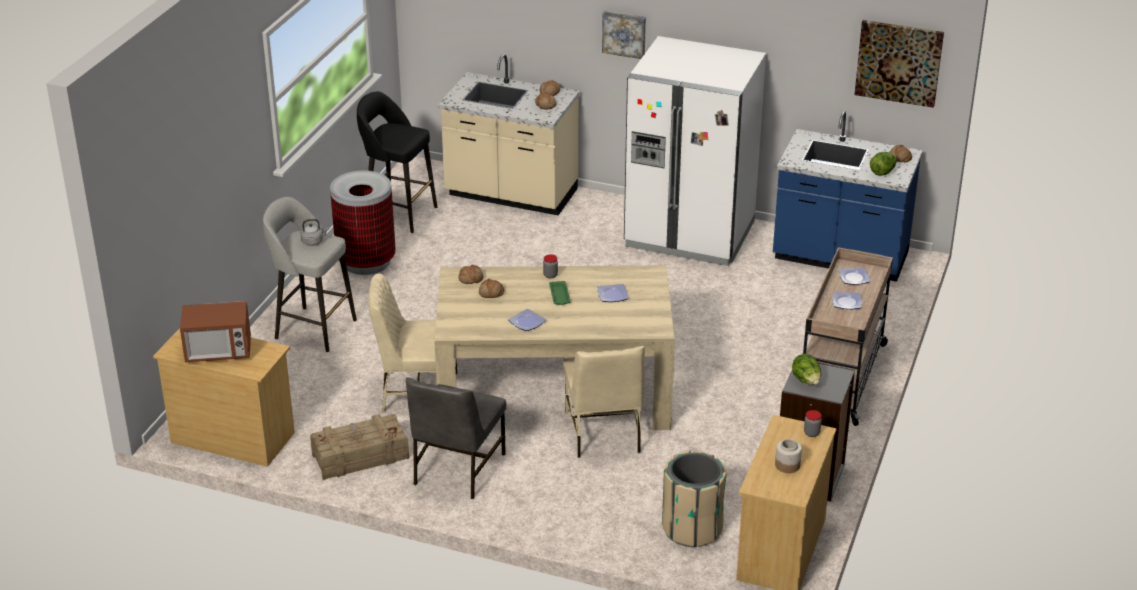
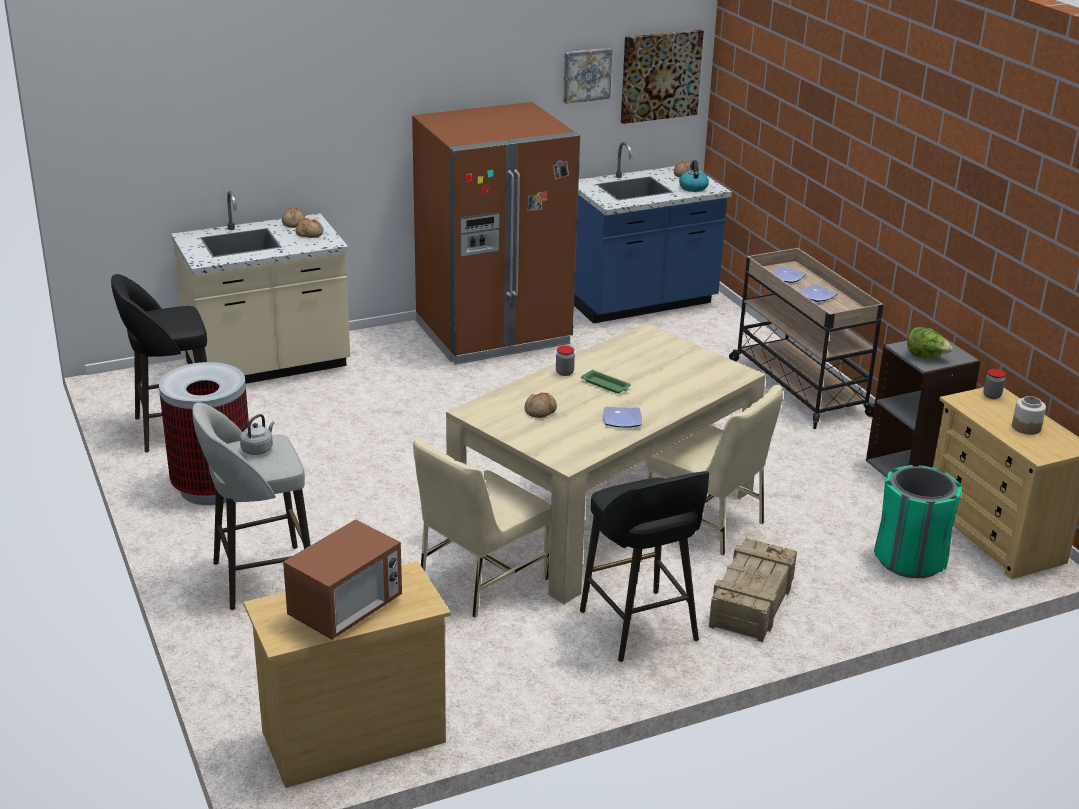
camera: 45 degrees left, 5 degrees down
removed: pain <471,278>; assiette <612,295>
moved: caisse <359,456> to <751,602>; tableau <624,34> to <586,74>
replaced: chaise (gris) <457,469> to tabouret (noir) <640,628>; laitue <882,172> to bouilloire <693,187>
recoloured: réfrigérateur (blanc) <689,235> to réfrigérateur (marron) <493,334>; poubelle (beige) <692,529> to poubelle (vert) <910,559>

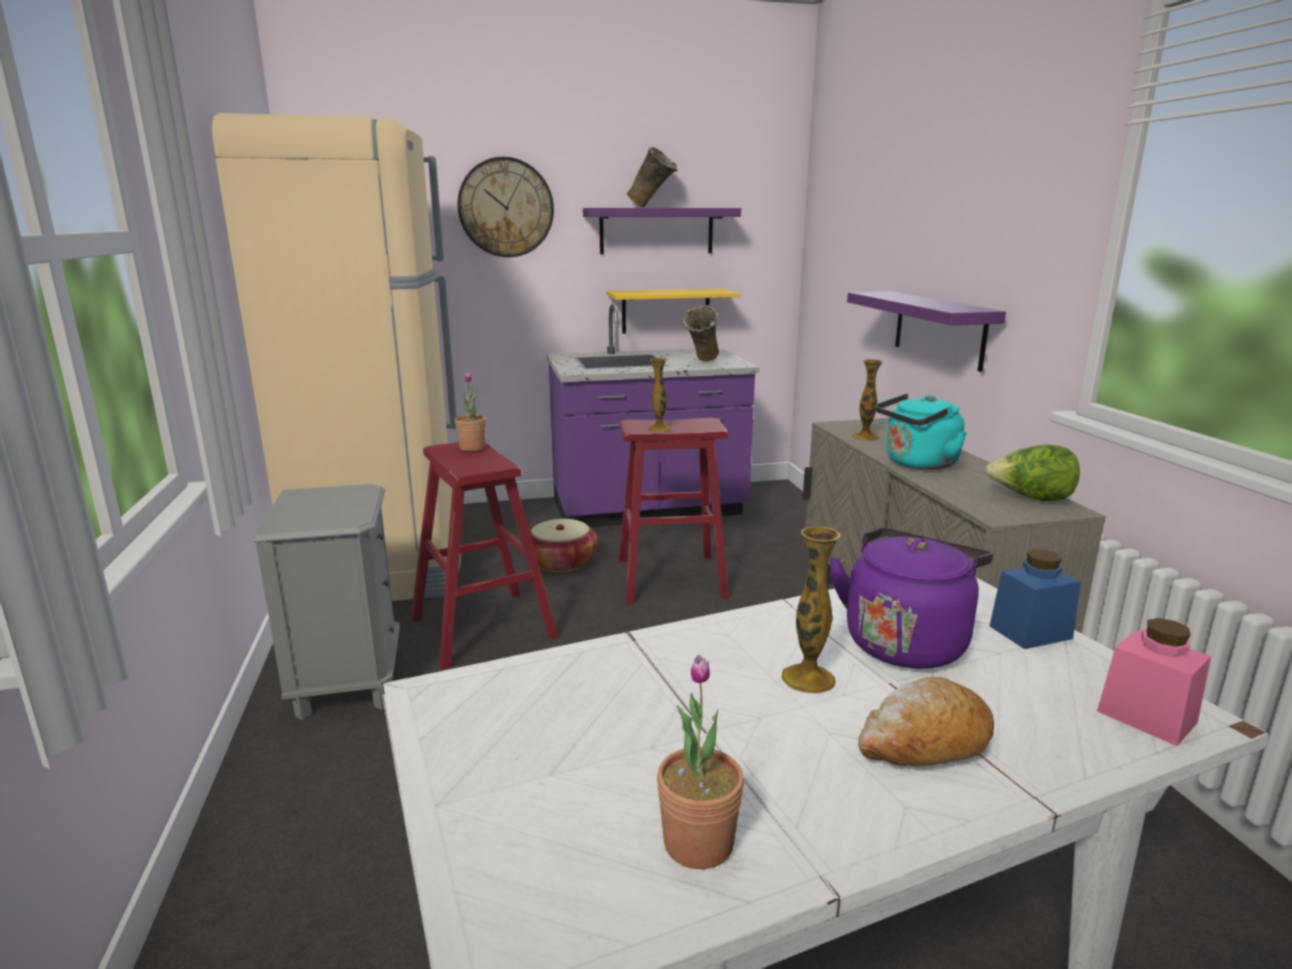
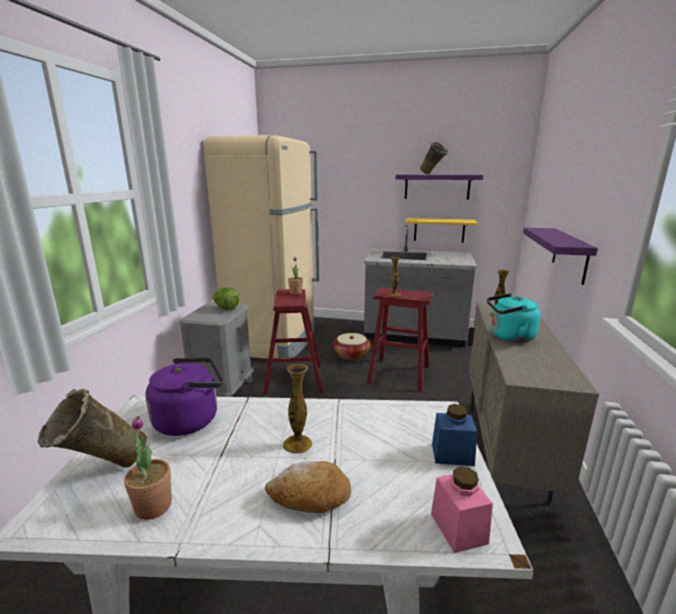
camera: 25 degrees right, 0 degrees up
removed: horloge murale <506,208>
moved: vase (beige) <702,363> to <102,473>; bouilloire (violet) <906,642> to <190,419>; laitue <1030,499> to <225,308>
recoloured: comptoir de cuisine (violet) <648,509> to comptoir de cuisine (gris) <414,335>

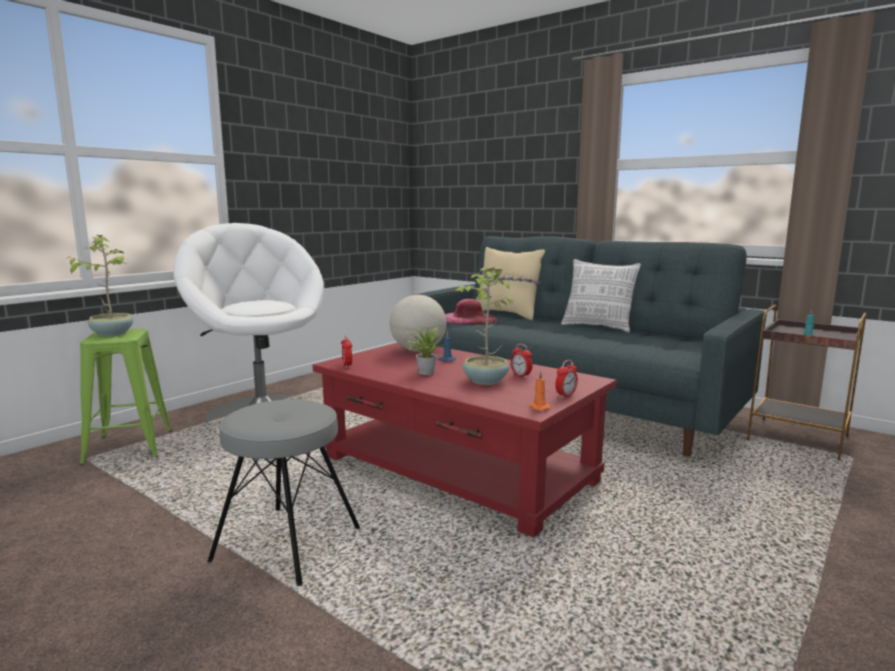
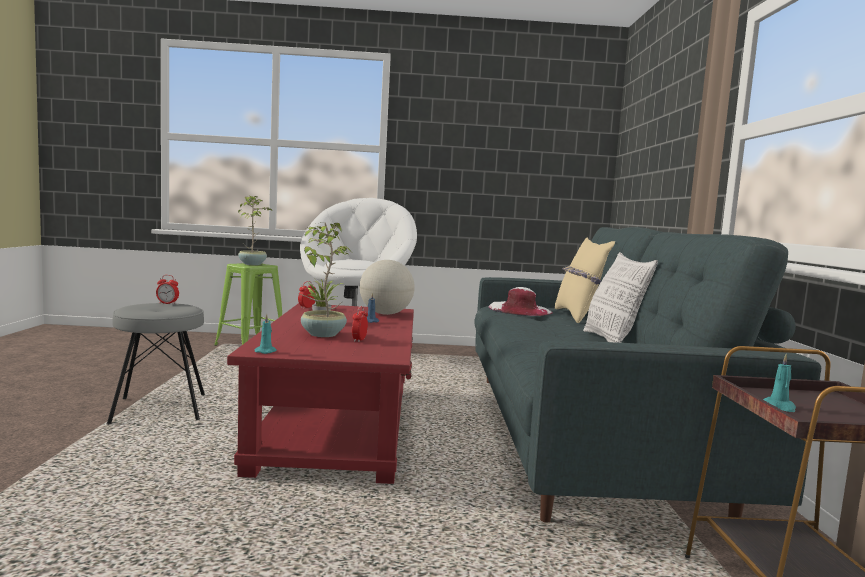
camera: 50 degrees right, 5 degrees down
moved: réveil <565,395> to <167,303>
recoloured: chapeau (rose) <468,319> to chapeau (blanc) <520,309>; bougie (orange) <538,407> to bougie (turquoise) <266,351>

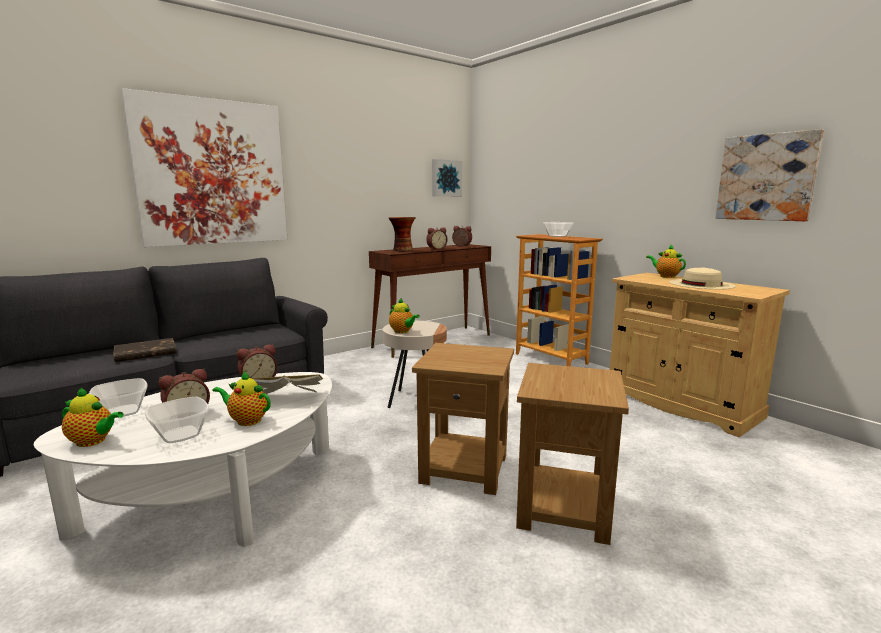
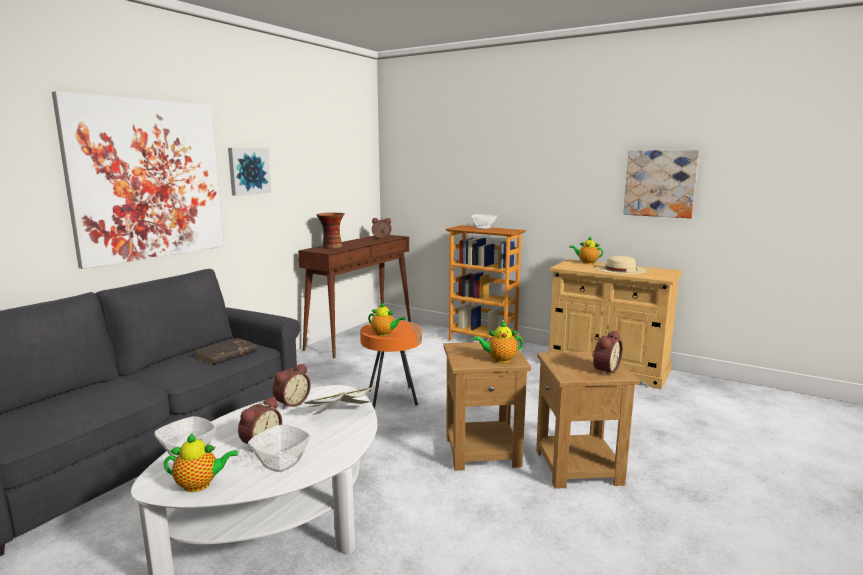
camera: 20 degrees left, 0 degrees up
moved: livre (marron) <145,353> to <226,355>; théière <246,420> to <499,360>; réveil <436,249> to <604,370>; tableau <446,178> to <248,171>
recoloured: table d'appoint (beige) <415,400> to table d'appoint (orange) <392,398>

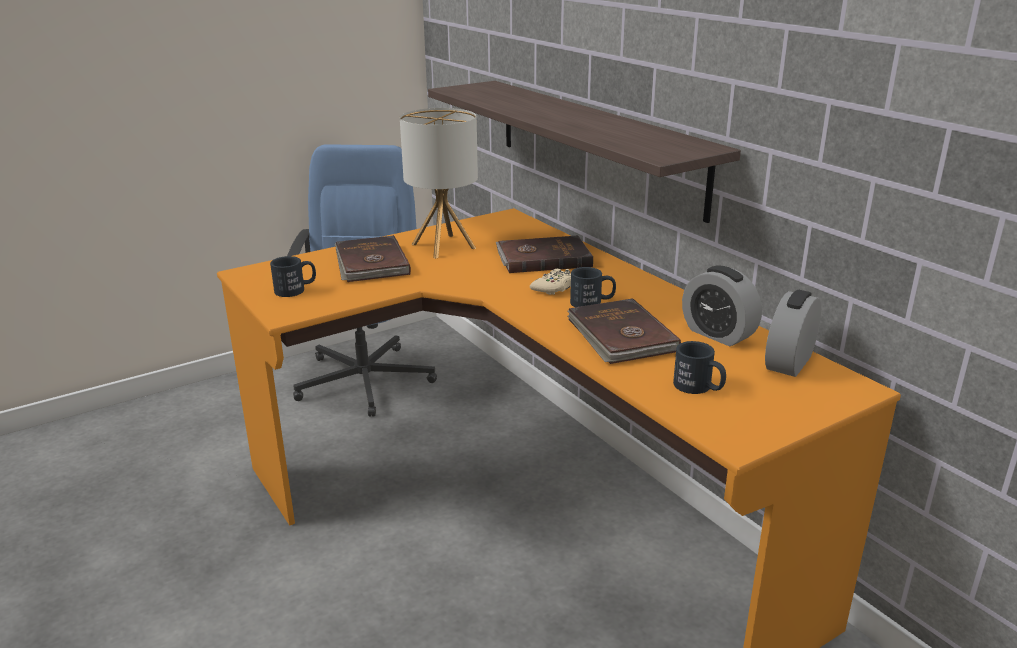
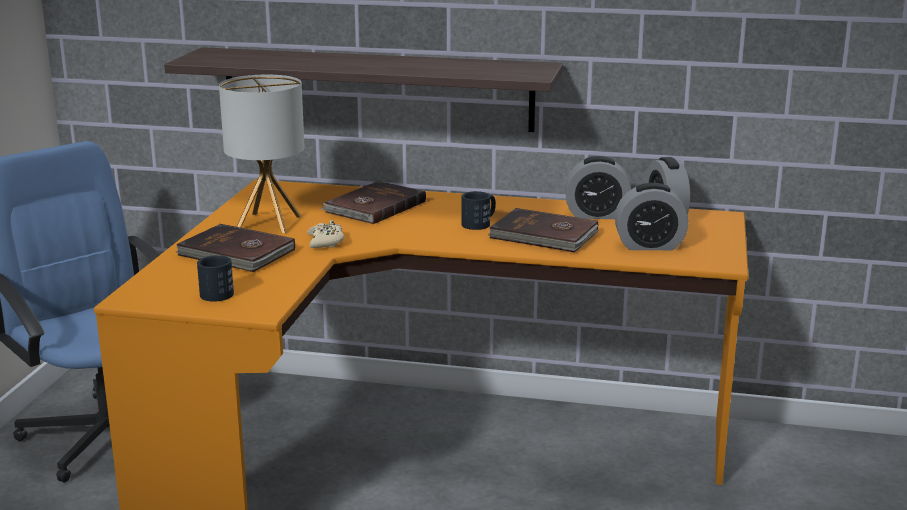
camera: 45 degrees left, 5 degrees down
moved: manette (beige) <554,288> to <326,242>
replaced: mug (noir) <699,387> to réveil <649,245>

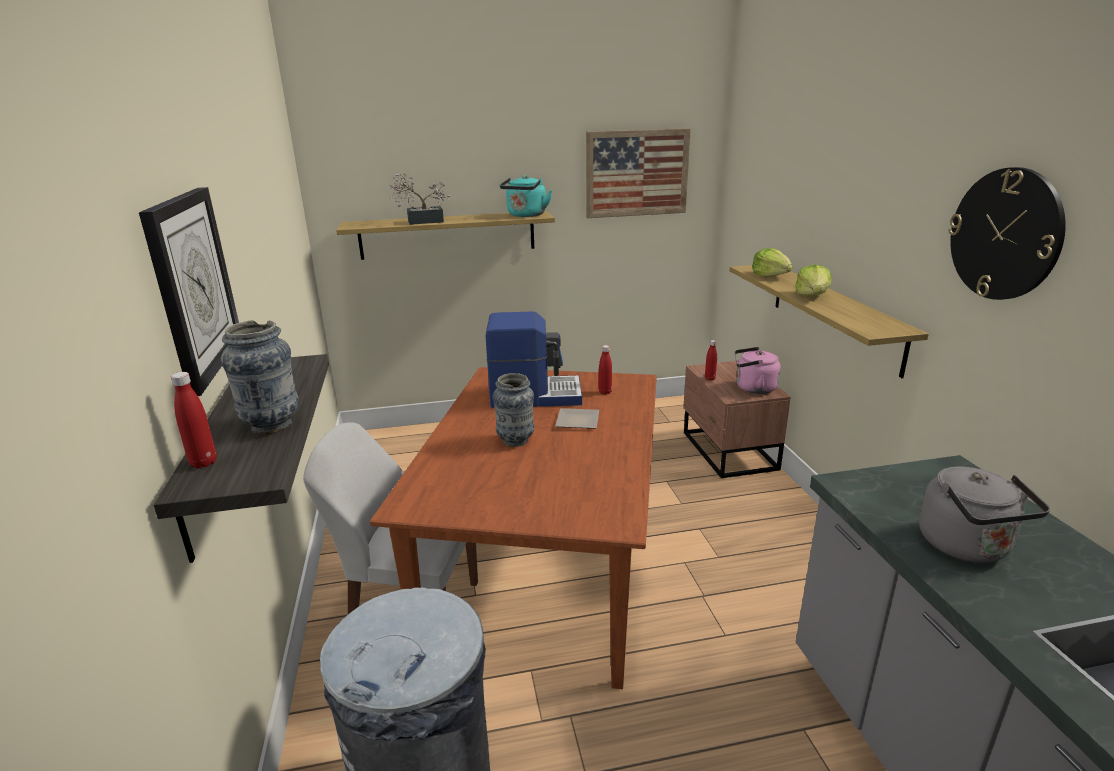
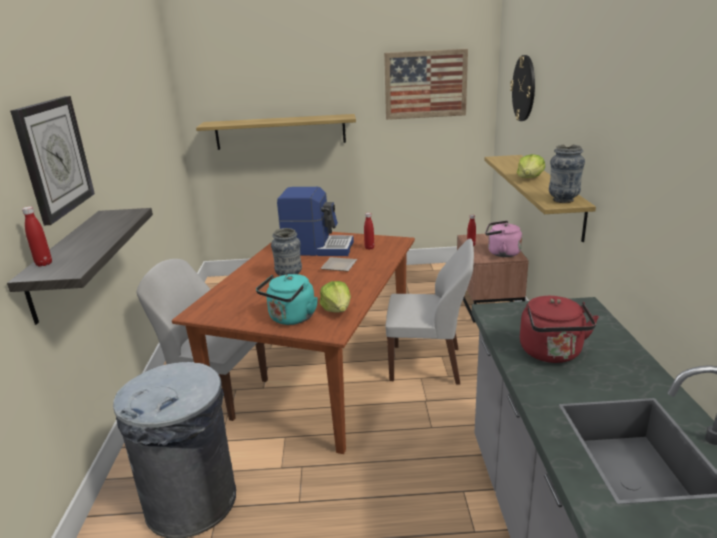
camera: 10 degrees right, 0 degrees up
removed: plante en pot <421,221>
added: chaise (blanc) <428,364>
moved: vase <272,425> to <563,200>; bouilloire (turquoise) <526,215> to <291,318>; laitue <770,275> to <337,309>; horloge murale <1005,234> to <524,88>
recoloured: bouilloire (gris) <967,547> to bouilloire (rouge) <552,353>

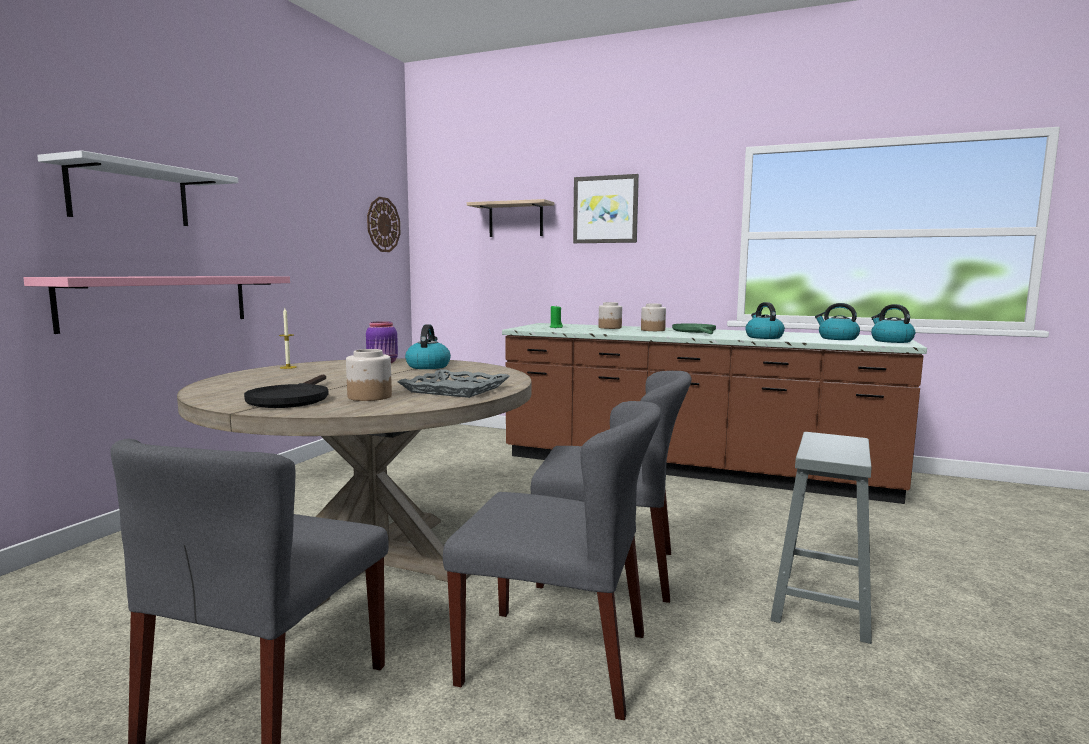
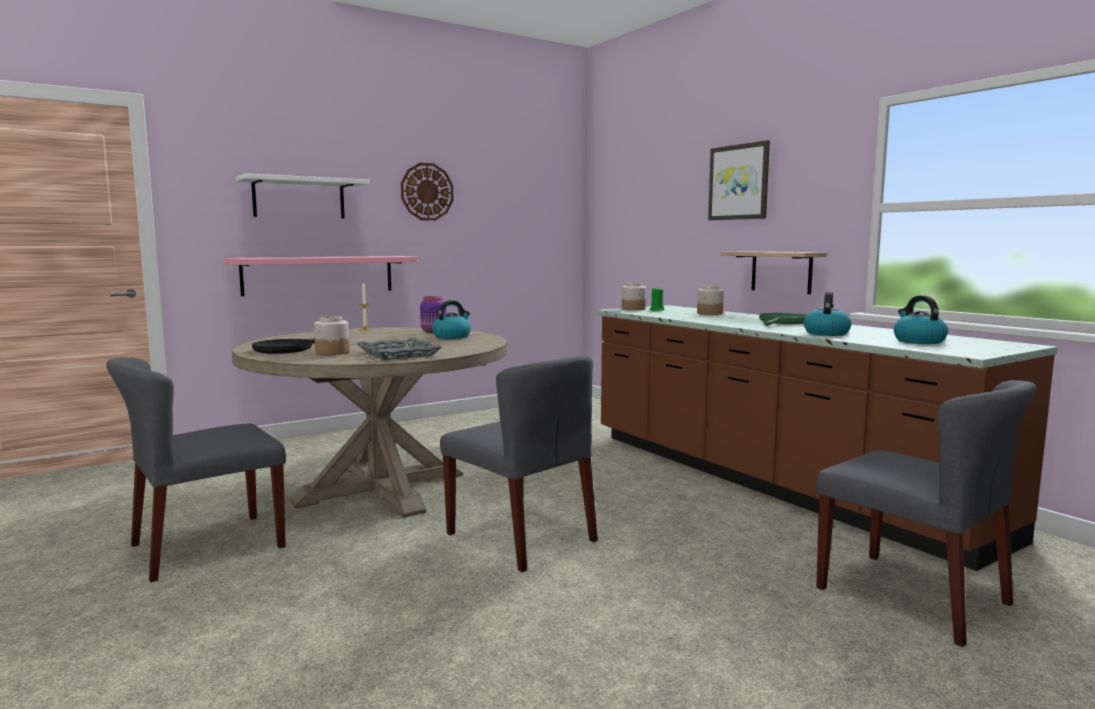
camera: 35 degrees right, 0 degrees up
removed: tabouret (gris) <821,603>; bouilloire <891,341>
moved: horloge murale <383,224> to <427,192>; chaise (gris) <556,658> to <913,596>; étagère <516,220> to <781,272>; bocal <653,330> to <633,309>

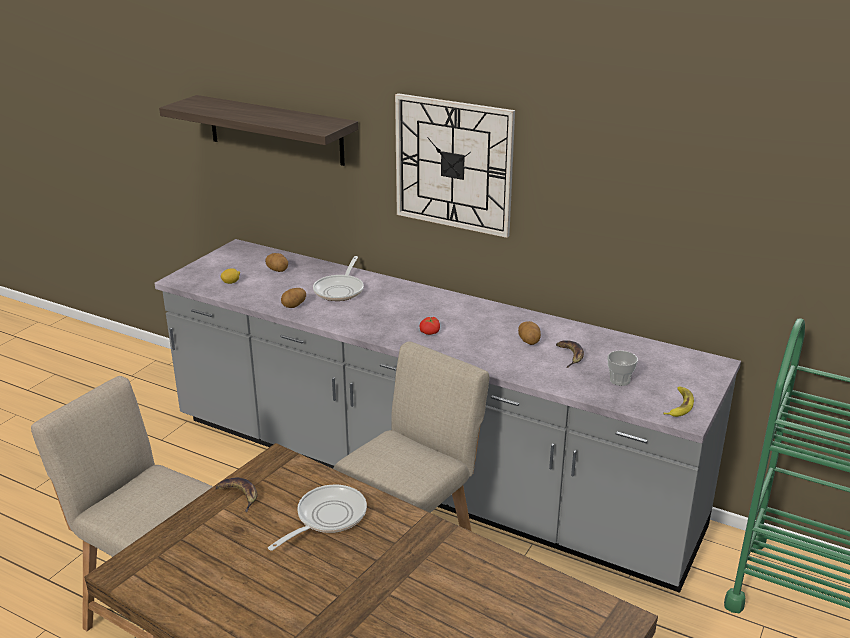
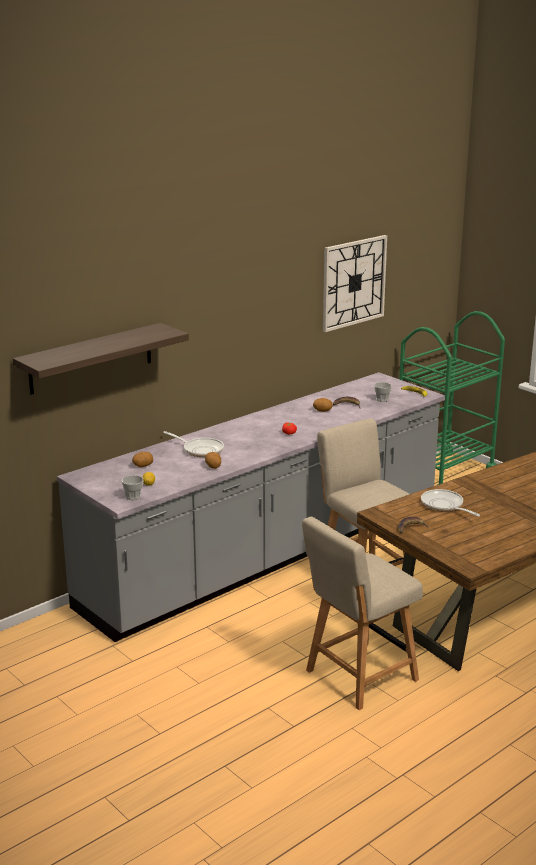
camera: 70 degrees left, 5 degrees down
added: tasse <133,497>
moved: horloge murale <453,164> to <353,282>

